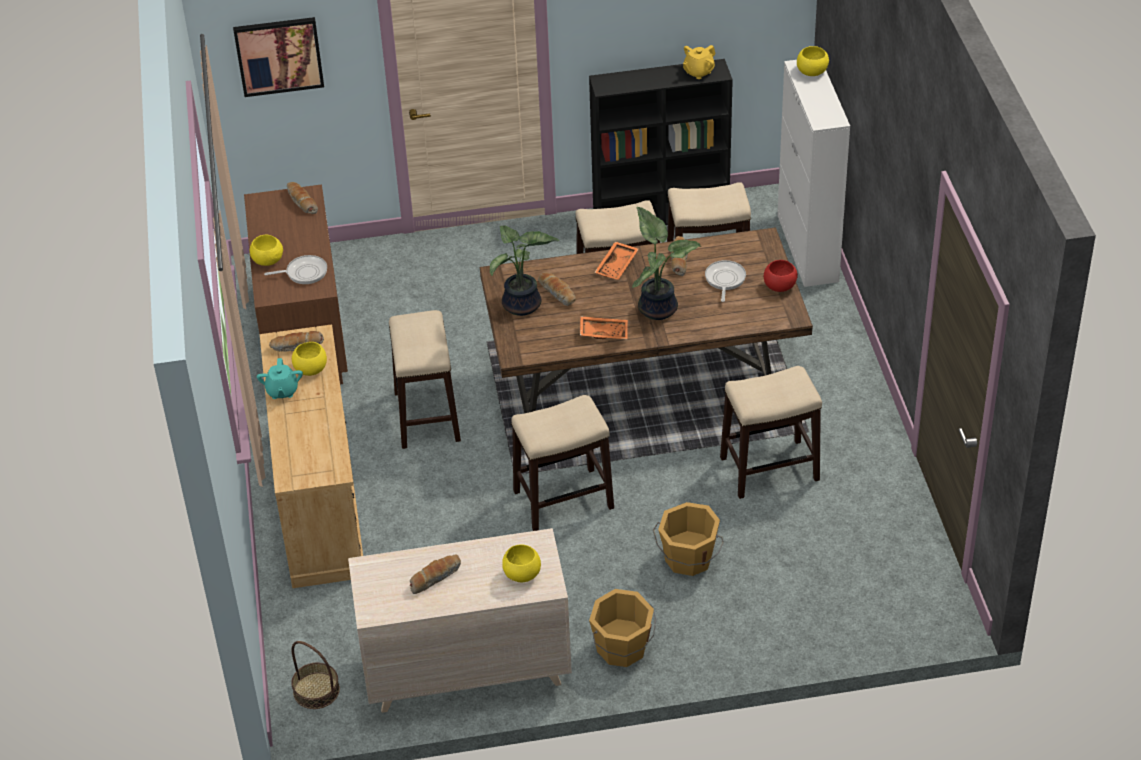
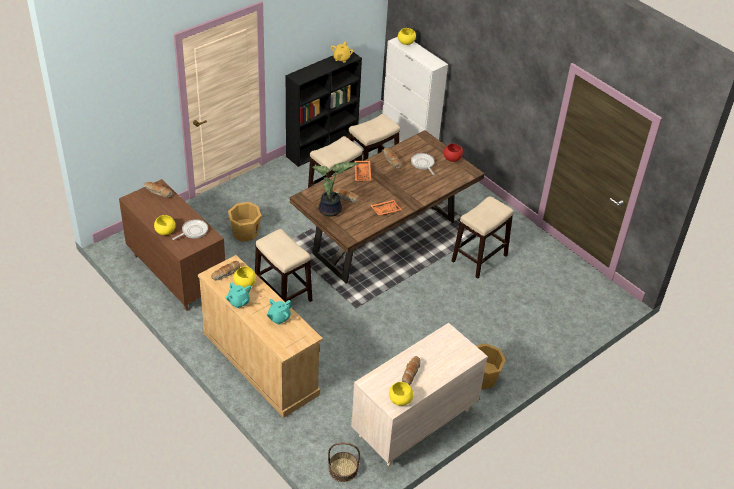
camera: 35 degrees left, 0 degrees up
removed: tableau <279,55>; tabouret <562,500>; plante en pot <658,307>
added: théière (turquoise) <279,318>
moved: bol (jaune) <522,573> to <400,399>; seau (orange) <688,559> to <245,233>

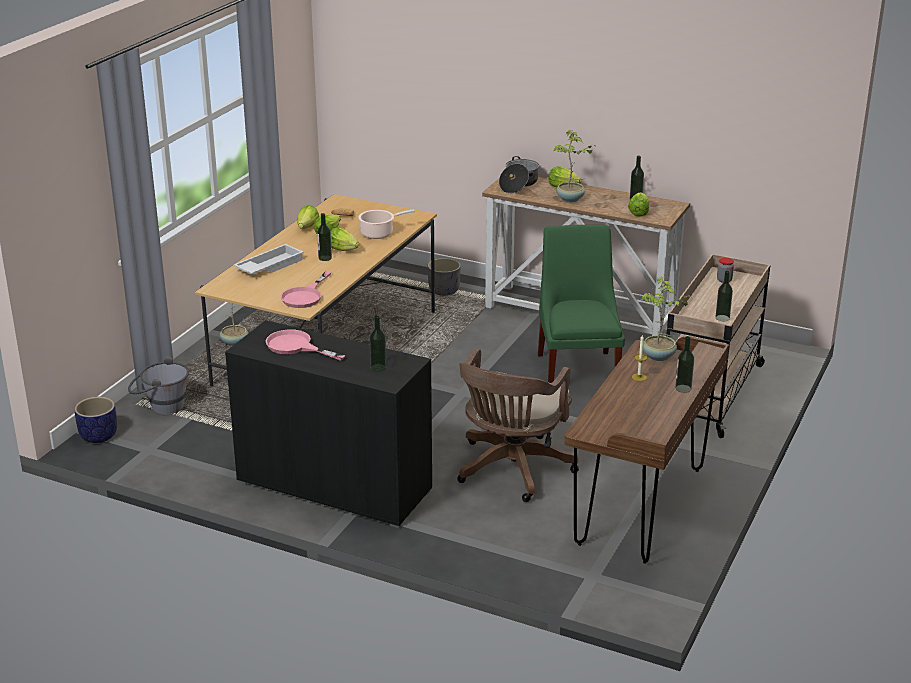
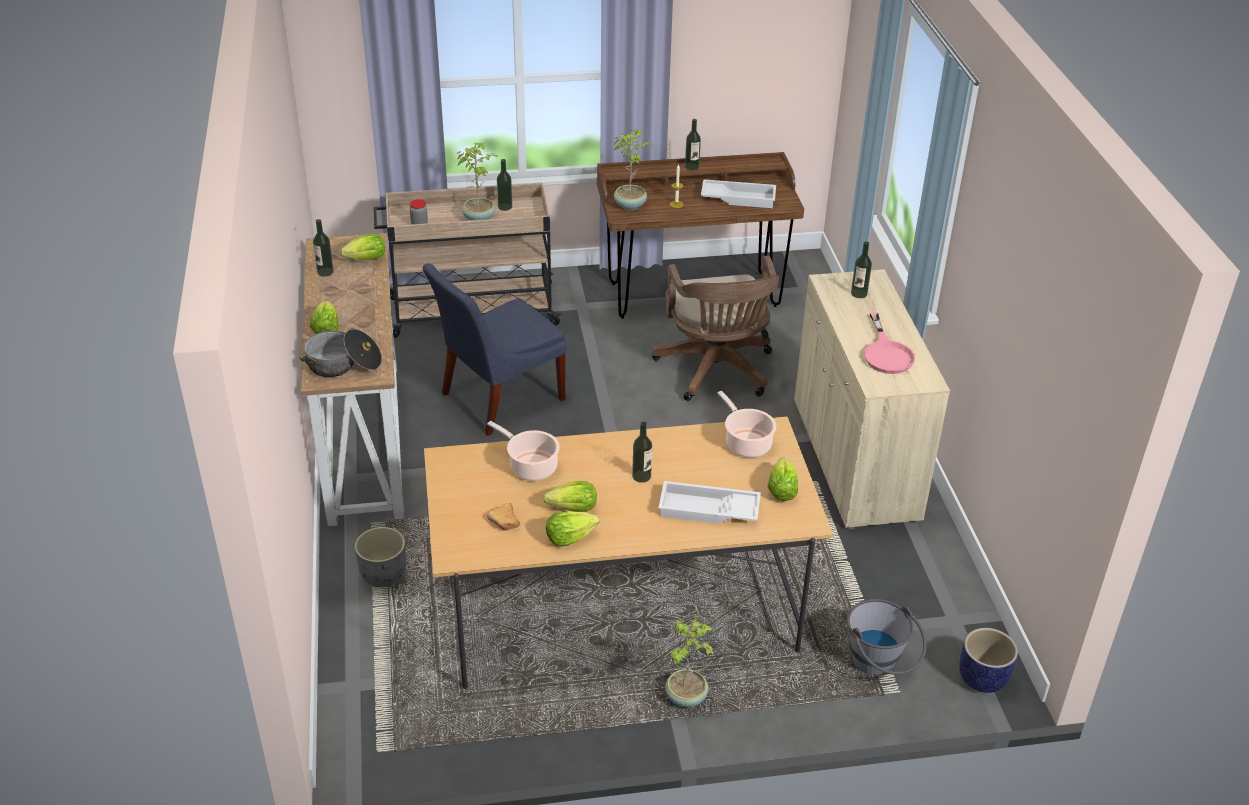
camera: 125 degrees left, 10 degrees up
added: plateau (blanc) <739,198>
moved: laitue <343,249> to <781,490>; plante en pot <570,199> to <479,218>
replaced: poêle (rose) <305,296> to marmite <746,443>
recoloured: meuble de rangement (noir) <334,486> to meuble de rangement (beige) <854,459>; chaise (vert) <578,370> to chaise (bleu) <498,398>
turned: chaise de bureau (marron) <512,471> = <716,372> 90 degrees clockwise

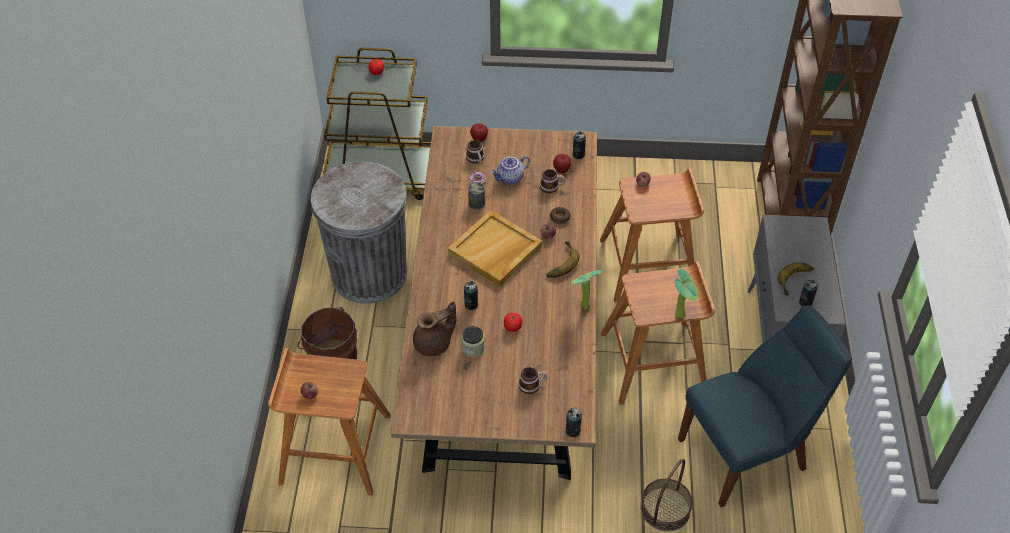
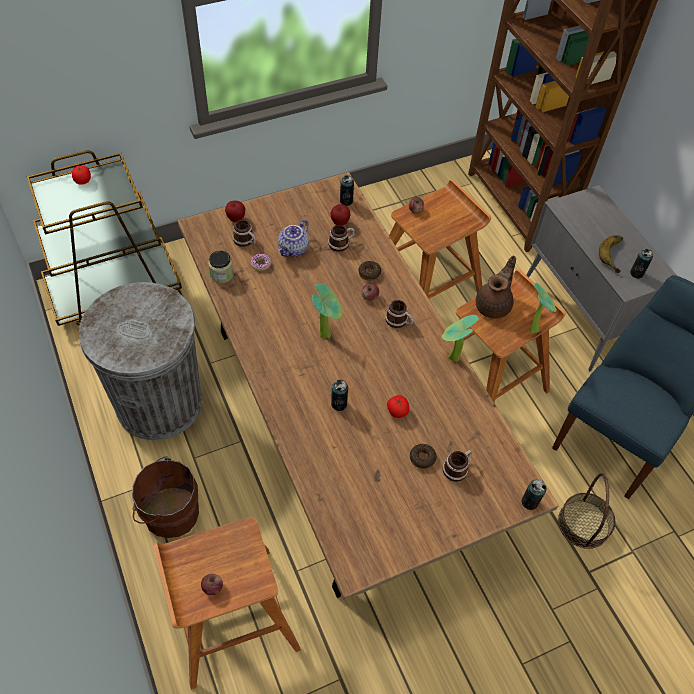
camera: 30 degrees left, 5 degrees up
removed: boîte métallique <476,203>
added: beignet <422,458>
moved: théière (marron) <434,344> to <494,305>; bocal <473,348> to <221,274>
replaced: plateau (beige) <495,251> to plante en pot <327,334>; banane <559,262> to mug <399,321>

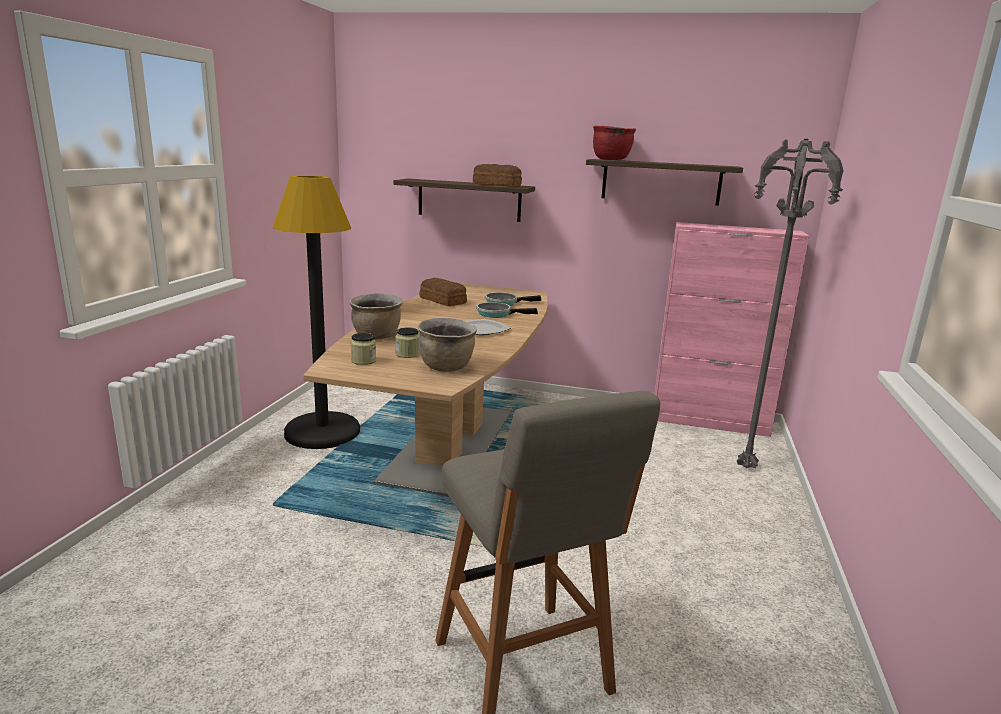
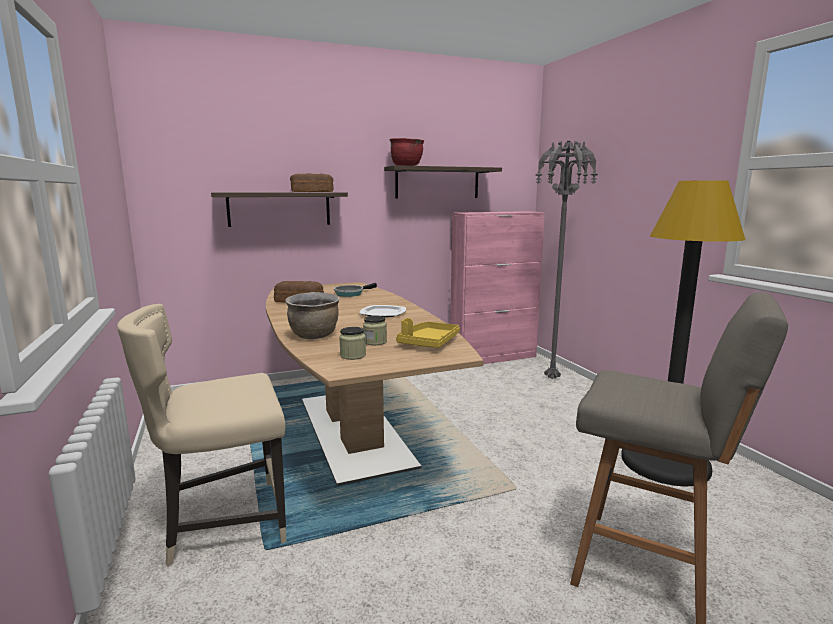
camera: 35 degrees left, 5 degrees down
removed: poêle <496,314>
added: chaise (beige) <223,523>
moved: lampadaire (noir) <322,432> to <664,463>
replaced: marmite (marron) <446,367> to plateau (jaune) <428,343>

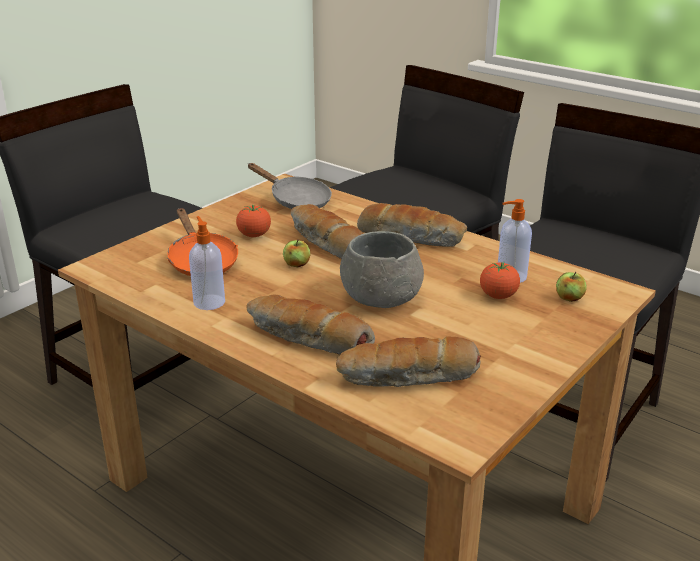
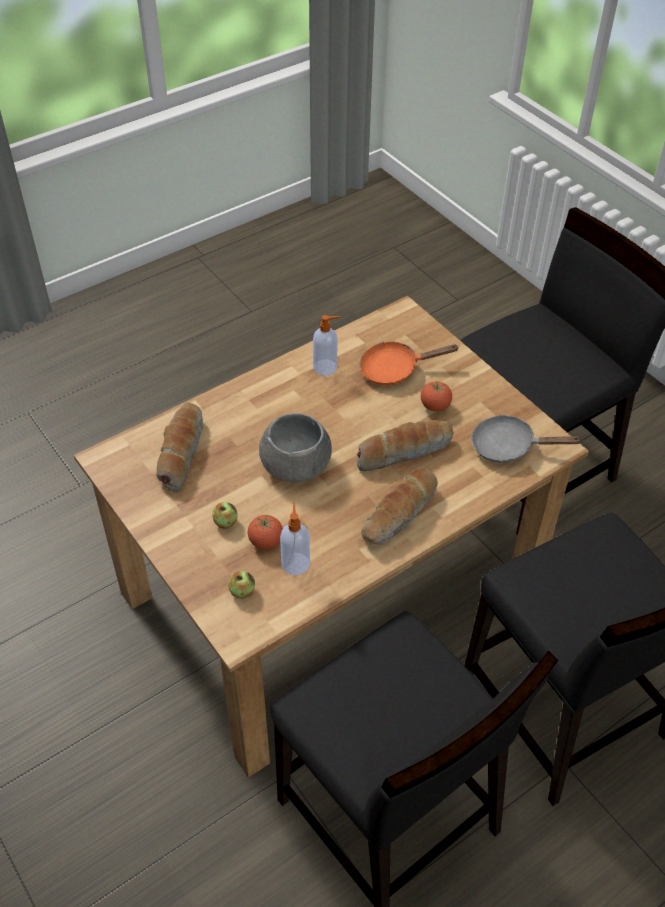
camera: 105 degrees right, 20 degrees up
removed: pain <308,338>
moved: pomme <296,264> to <225,522>
turned: poêle (gris) <296,200> = <509,447> 45 degrees clockwise

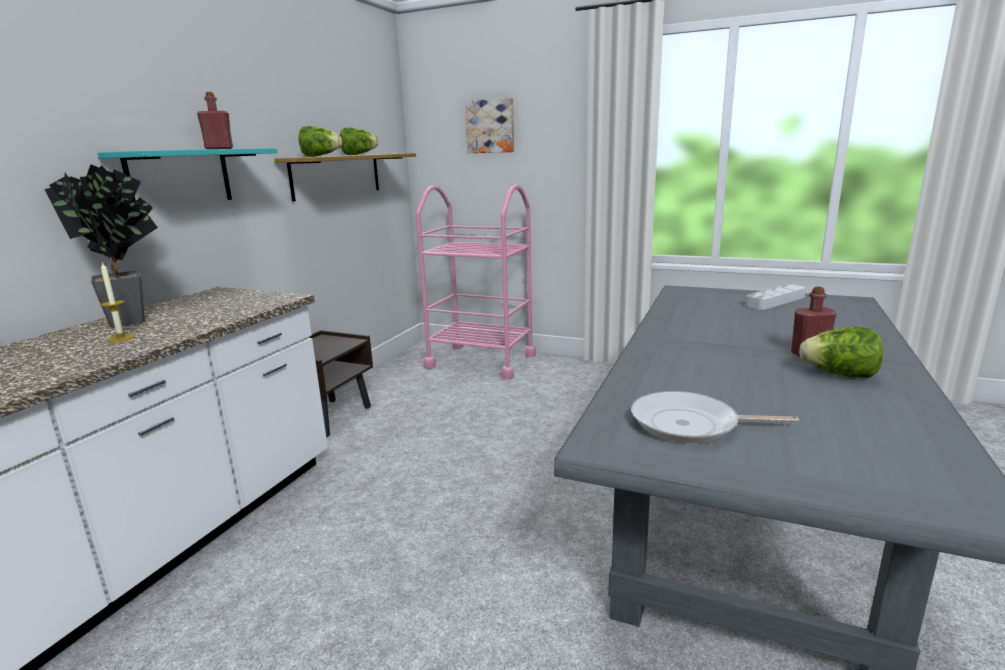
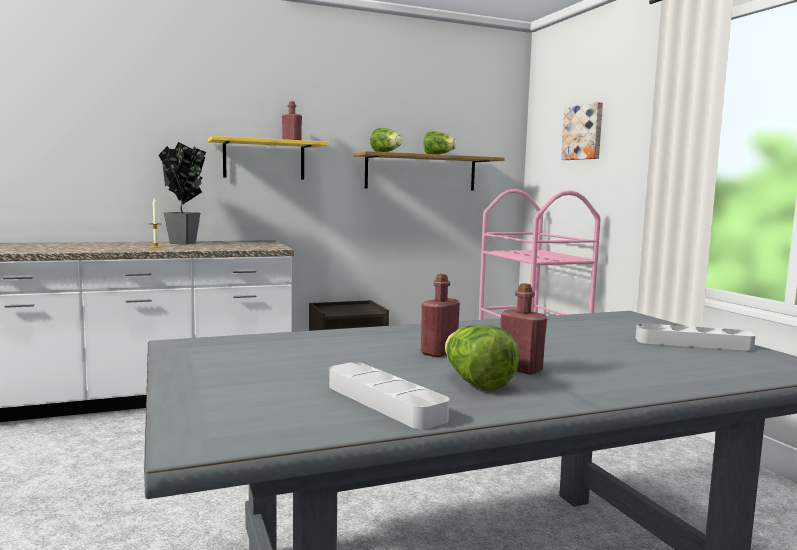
camera: 45 degrees right, 10 degrees down
removed: poêle <690,425>
added: plateau (gris) <384,402>; bouteille (rouge) <439,352>
recoloured: étagère (turquoise) <180,178> to étagère (jaune) <264,159>

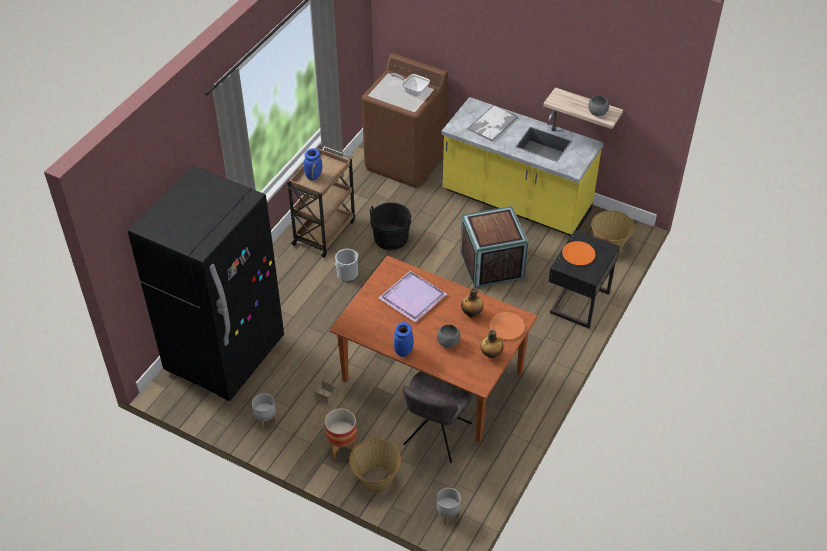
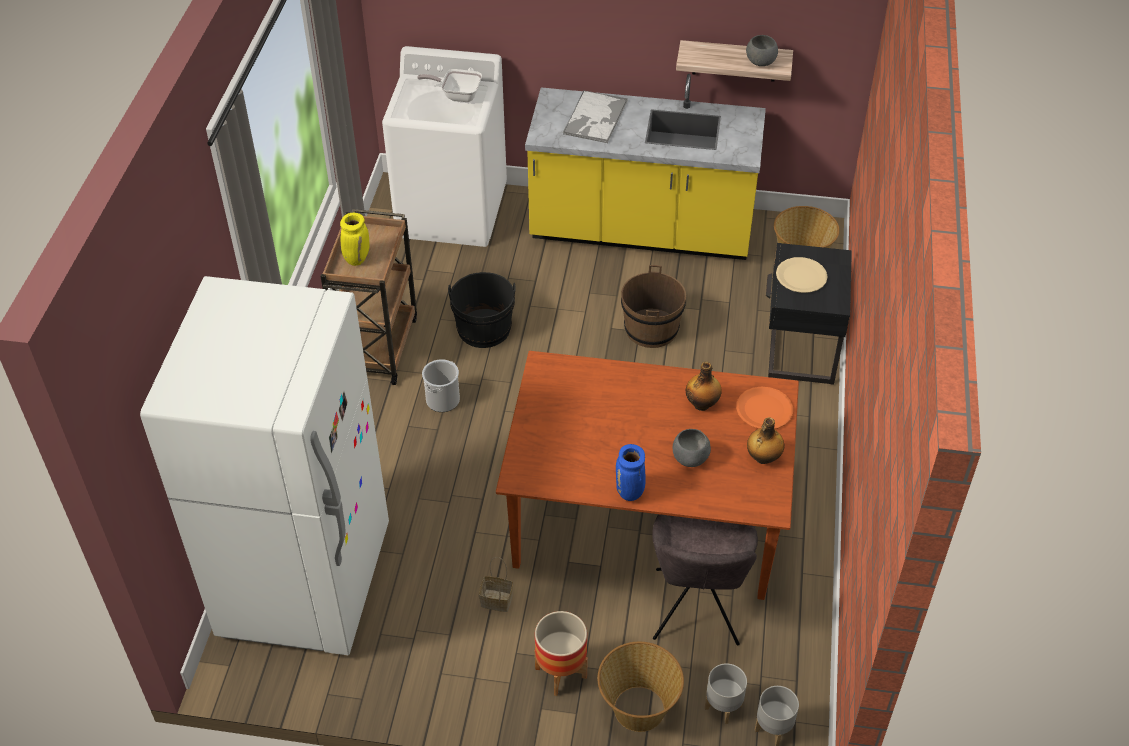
camera: 20 degrees left, 0 degrees up
removed: plateau (violet) <411,297>
moved: cache-pot (gris) <266,420> to <723,707>
replaced: caisse <492,264> to seau (marron) <651,329>
recoloured: réfrigérateur (noir) <225,355> to réfrigérateur (blanc) <306,582>; vase (bleu) <313,176> to vase (jaune) <357,258>; lave-linge (marron) <405,161> to lave-linge (blanc) <452,212>; assiette (orange) <578,254> to assiette (beige) <801,276>

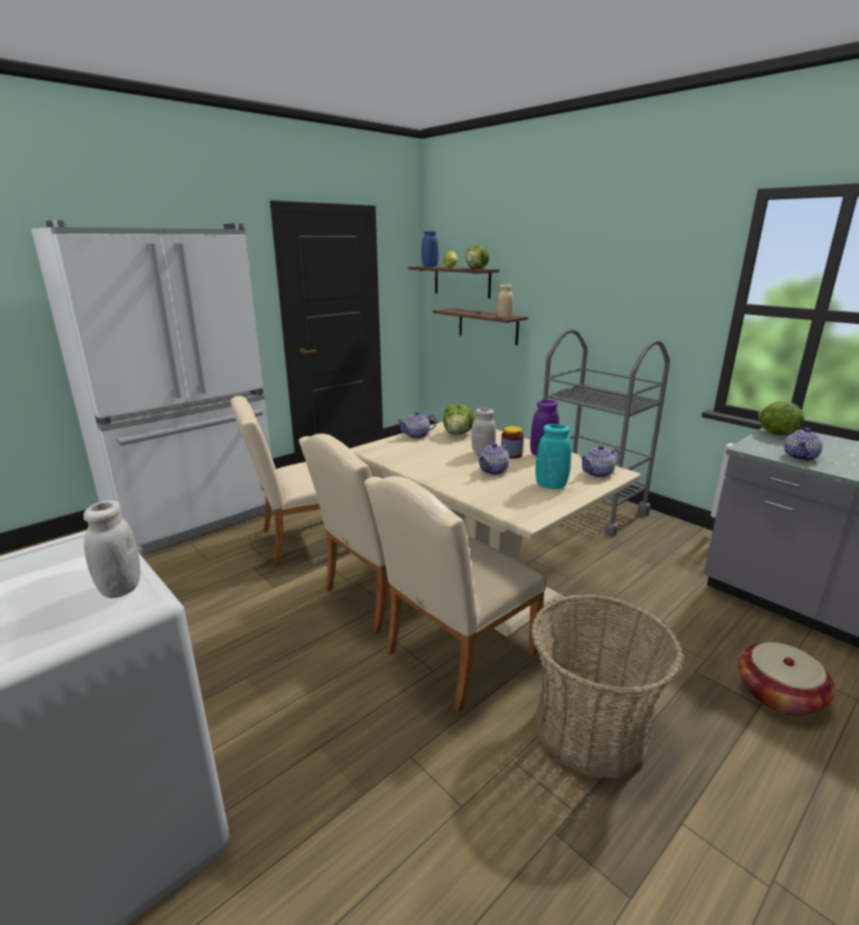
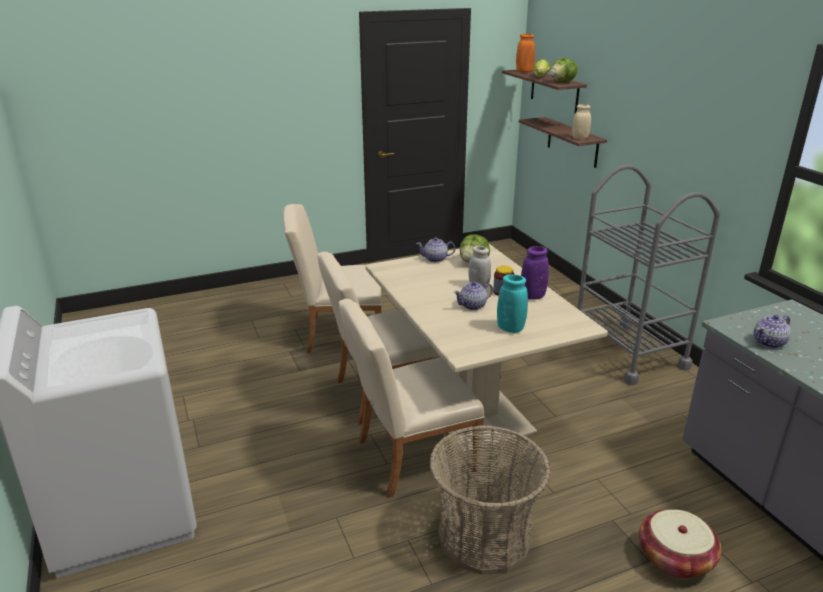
camera: 20 degrees right, 5 degrees up
removed: réfrigérateur (blanc) <196,518>; bocal (blanc) <120,588>; théière <598,473>; laitue <775,434>
recoloured: vase (bleu) <430,266> to vase (orange) <524,71>

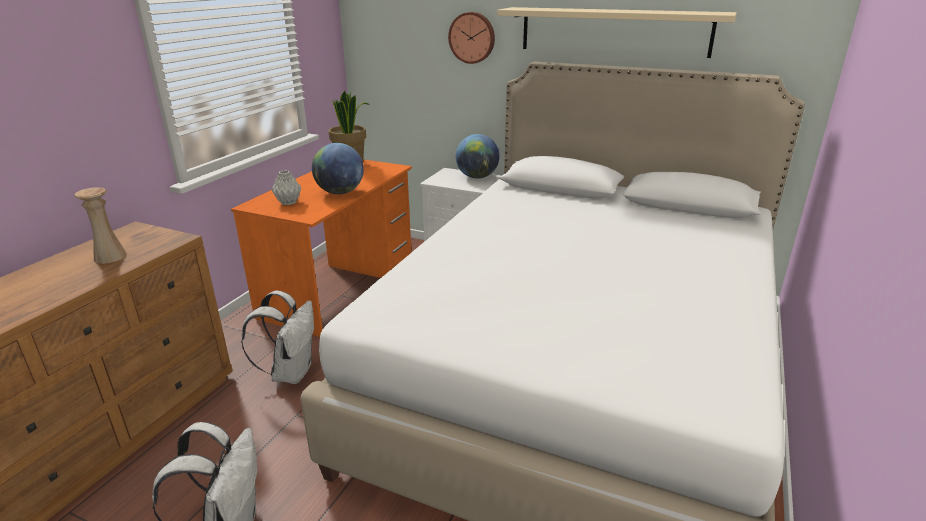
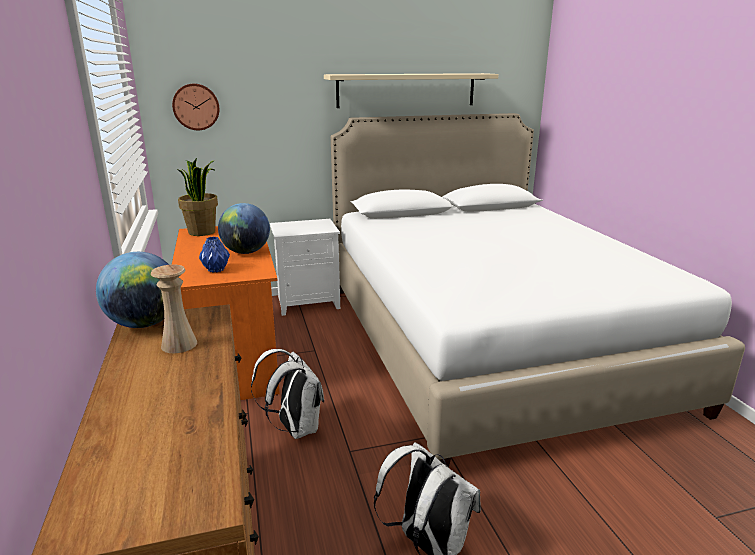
camera: 40 degrees left, 5 degrees down
moved: horloge murale <472,37> to <196,107>; globe <477,177> to <144,323>
recoloured: vase (gris) <288,203> to vase (bleu) <216,270>

